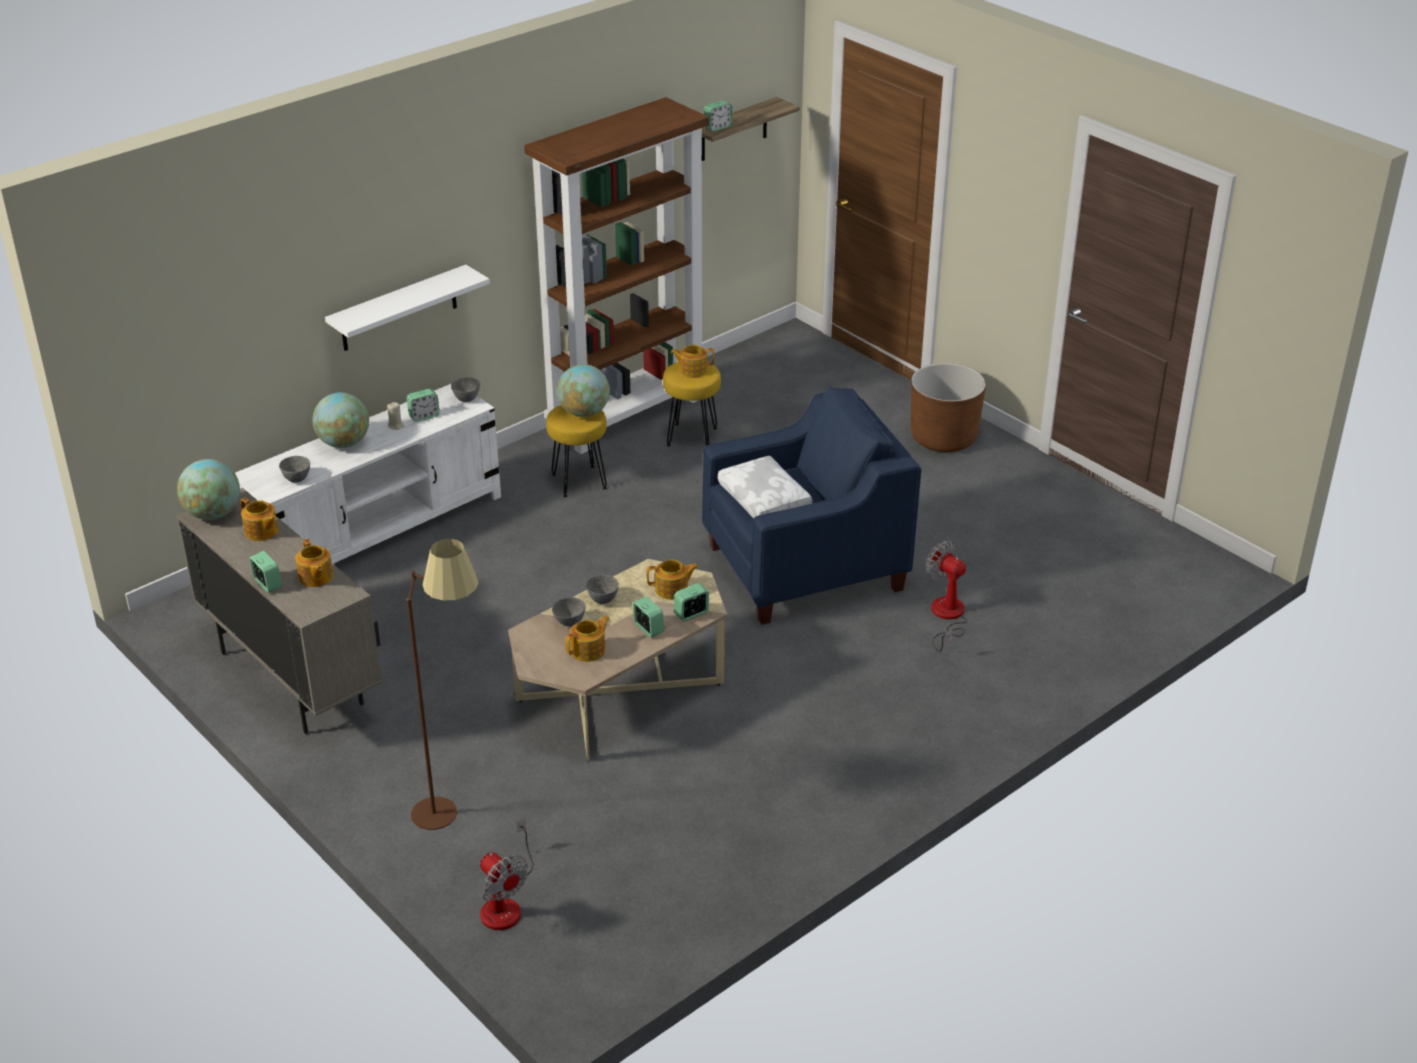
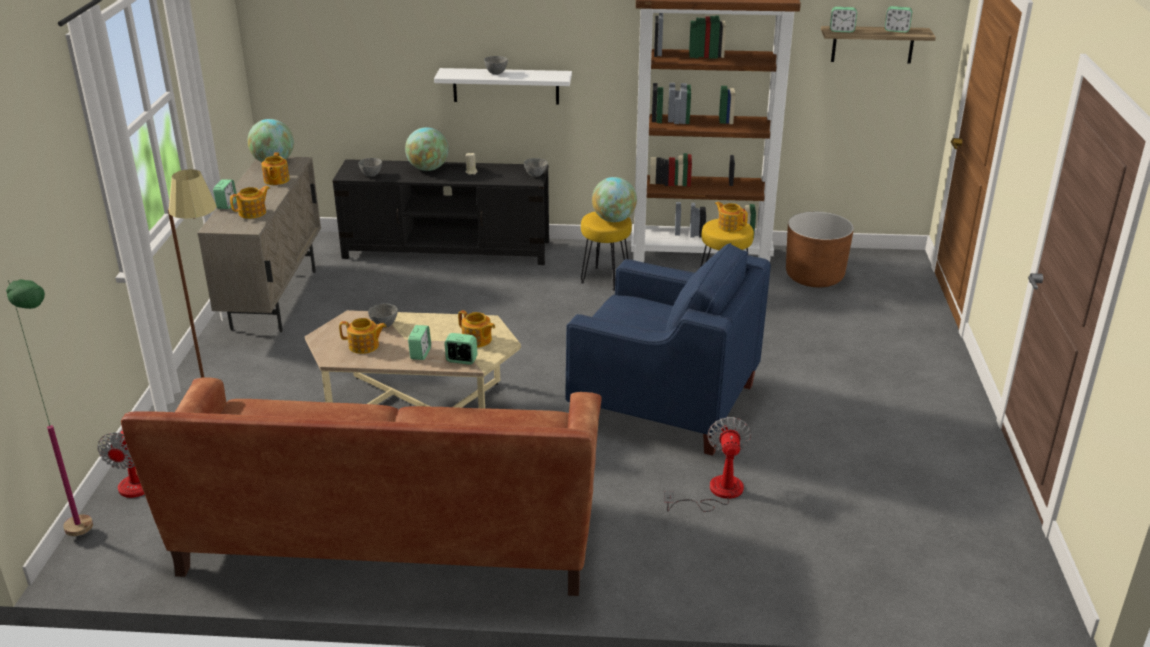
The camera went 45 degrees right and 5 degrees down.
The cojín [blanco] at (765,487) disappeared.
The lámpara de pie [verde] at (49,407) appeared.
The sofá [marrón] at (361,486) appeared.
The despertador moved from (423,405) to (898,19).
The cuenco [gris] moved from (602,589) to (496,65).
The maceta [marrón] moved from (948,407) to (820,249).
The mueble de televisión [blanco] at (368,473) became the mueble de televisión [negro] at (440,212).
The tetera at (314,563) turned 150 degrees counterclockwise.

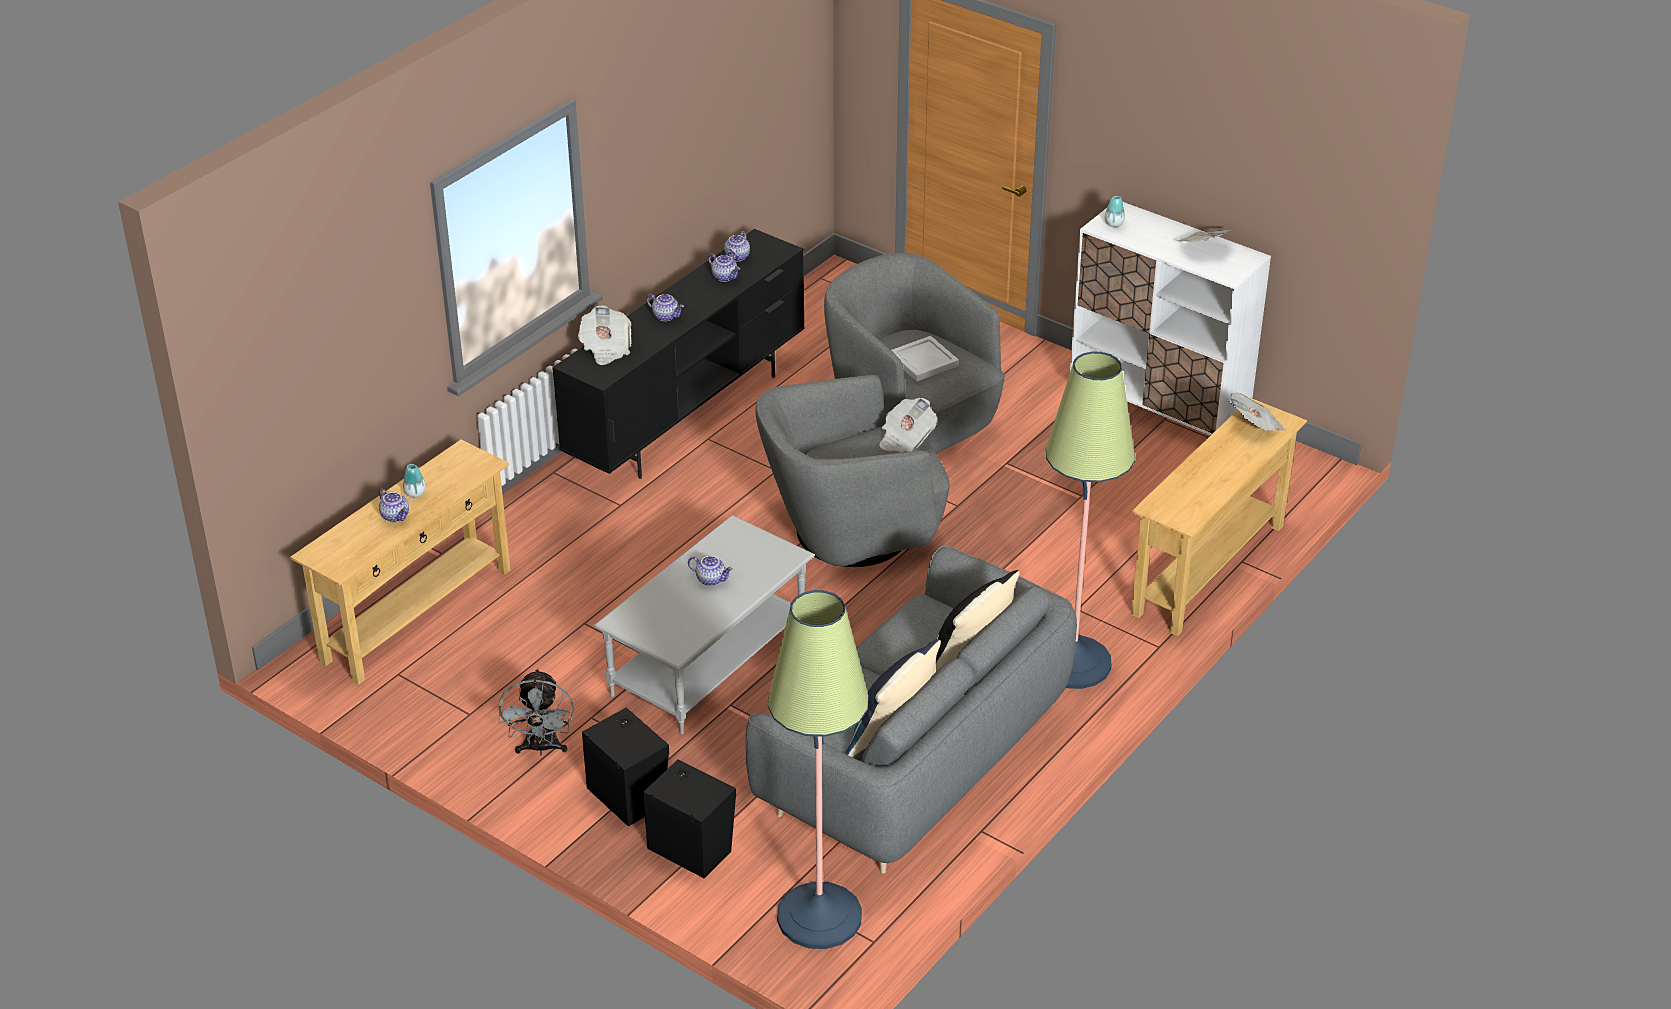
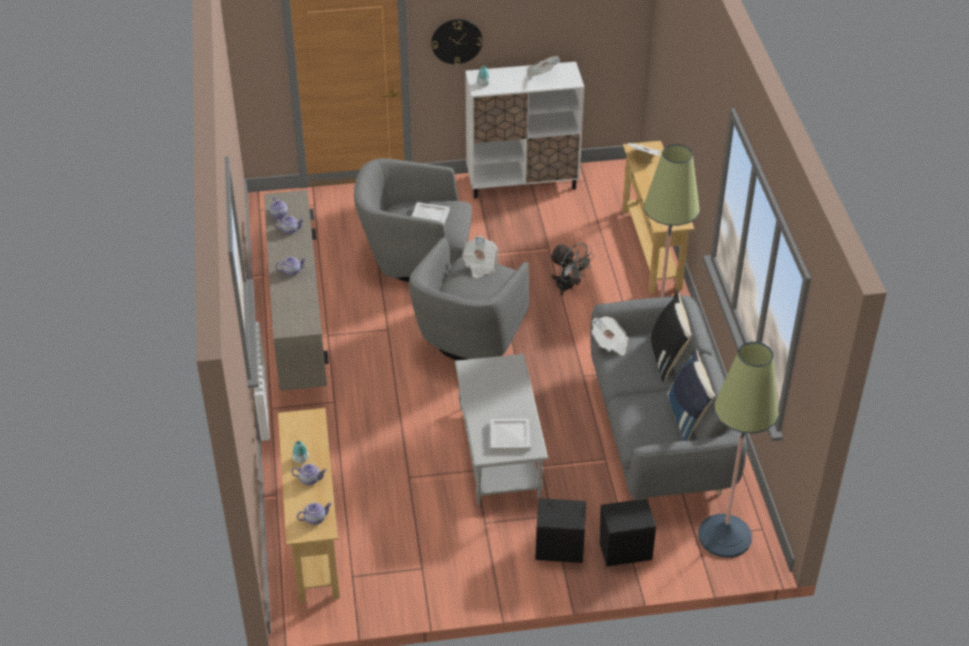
The camera went 45 degrees left and 5 degrees up.
The reloj de pared at (457,42) appeared.
The bandeja [blanco] at (510,435) appeared.
The ventilador [gris] moved from (536,711) to (572,269).
The periódico moved from (604,335) to (610,335).
The tetera moved from (710,571) to (314,513).
The mueble de televisión [negro] at (678,354) became the mueble de televisión [beis] at (296,290).

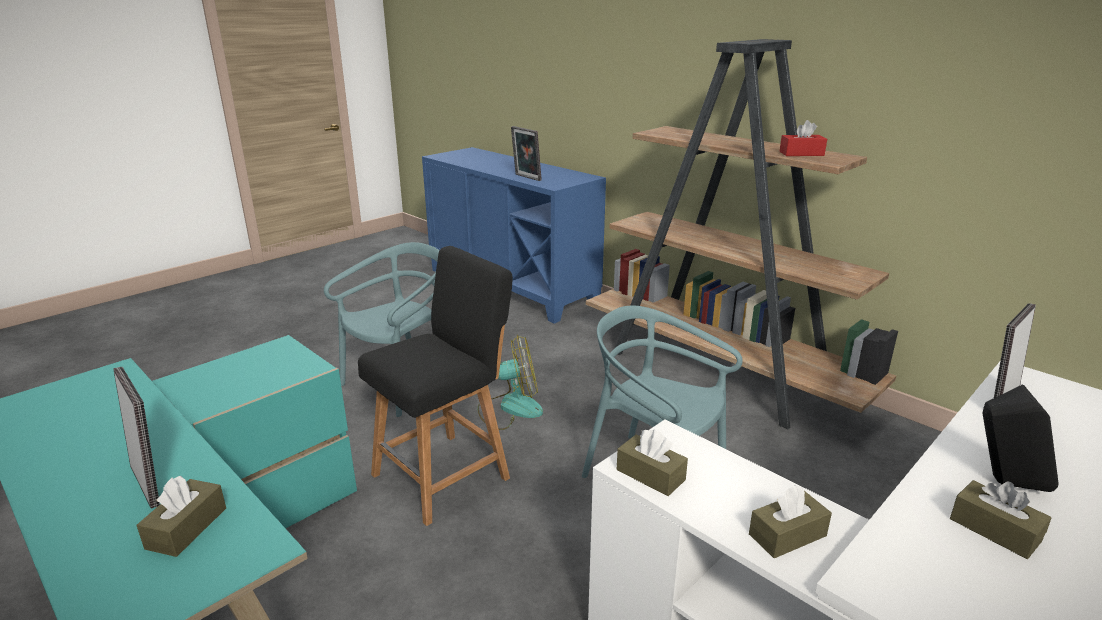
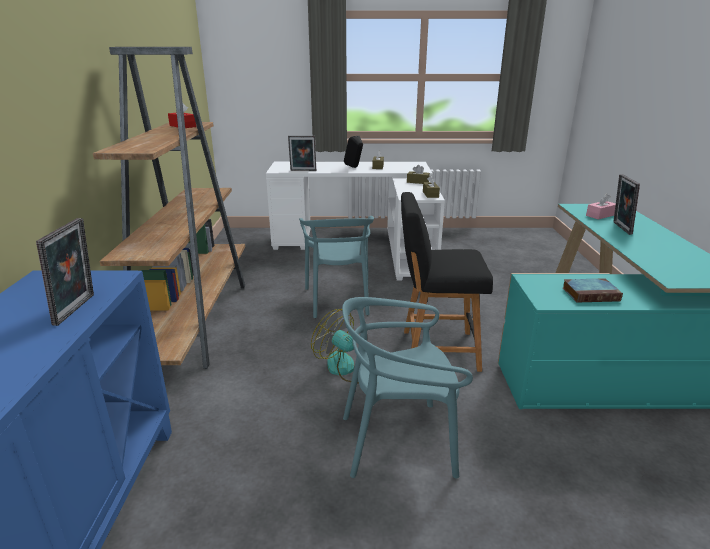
The camera went 135 degrees left and 0 degrees up.
The libro at (593,290) appeared.
The caja de pañuelos [marrón] at (181,516) became the caja de pañuelos [rosa] at (601,206).

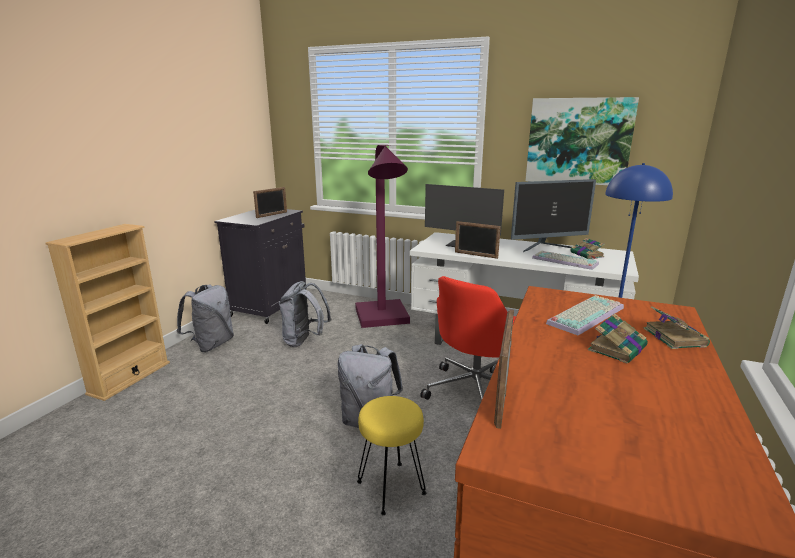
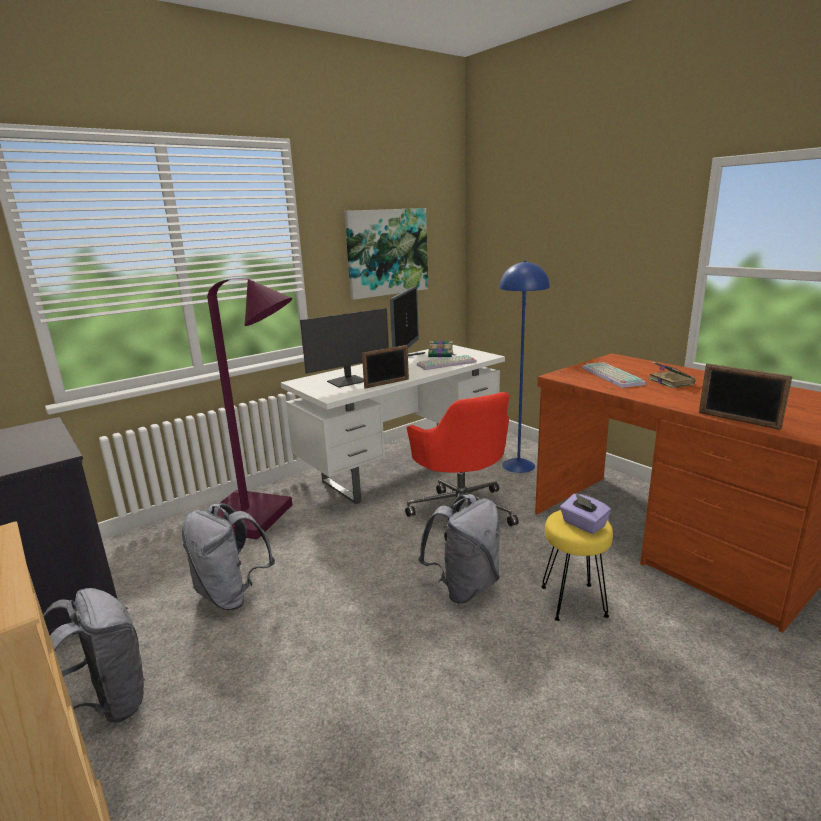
The camera went 60 degrees left and 0 degrees up.
The portarretratos at (270,202) disappeared.
The libro at (676,327) disappeared.
The caja de pañuelos [morado] at (585,514) appeared.

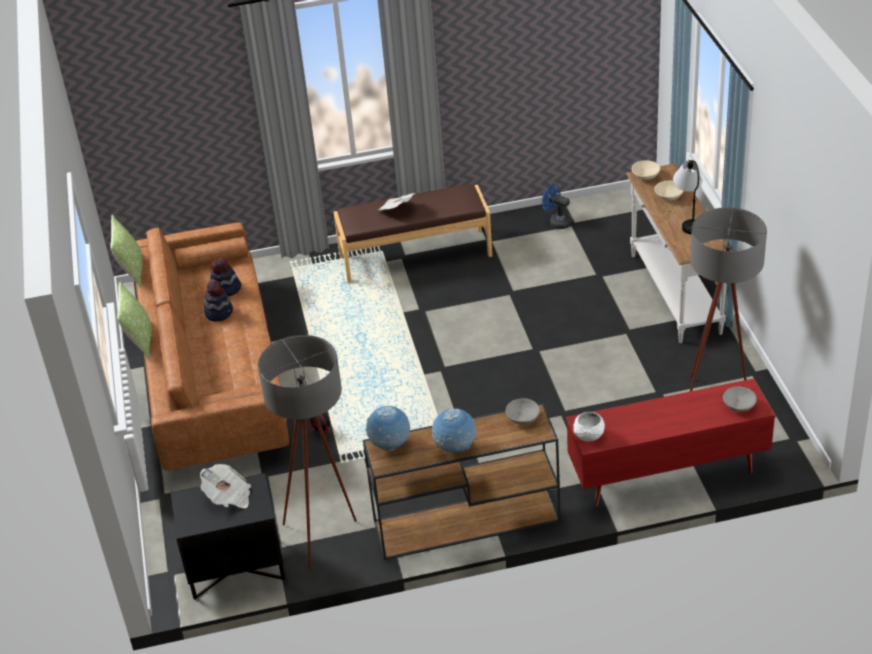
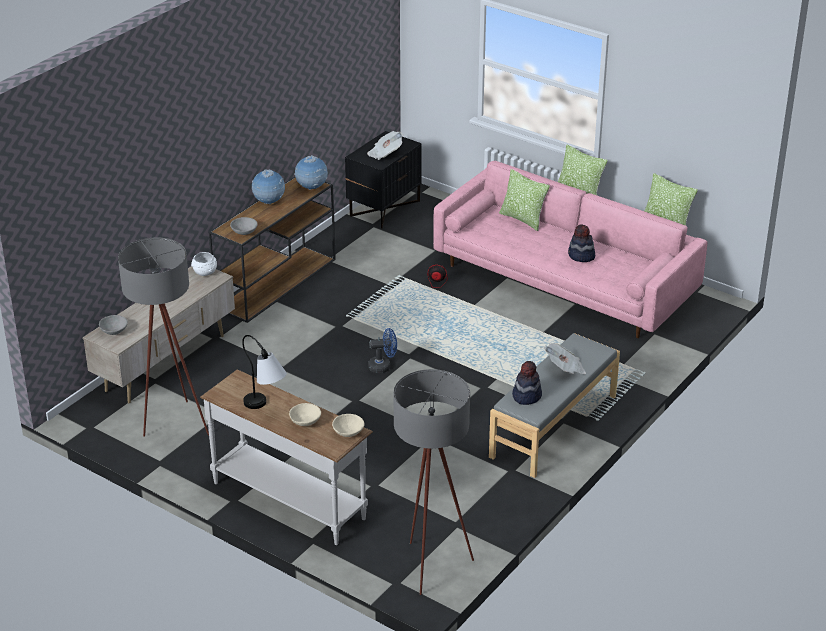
The camera went 135 degrees right and 5 degrees down.
The cojín at (524,200) appeared.
The sombrero moved from (225,277) to (527,383).
The lámpara de pie [gris] moved from (307,453) to (433,482).
The ventilador [azul] moved from (557,206) to (382,350).
The sofá [marrón] at (212,346) became the sofá [rosa] at (570,249).
The banco [marrón] at (413,234) became the banco [gris] at (554,405).
The mueble de televisión [rojo] at (670,442) became the mueble de televisión [beis] at (159,334).

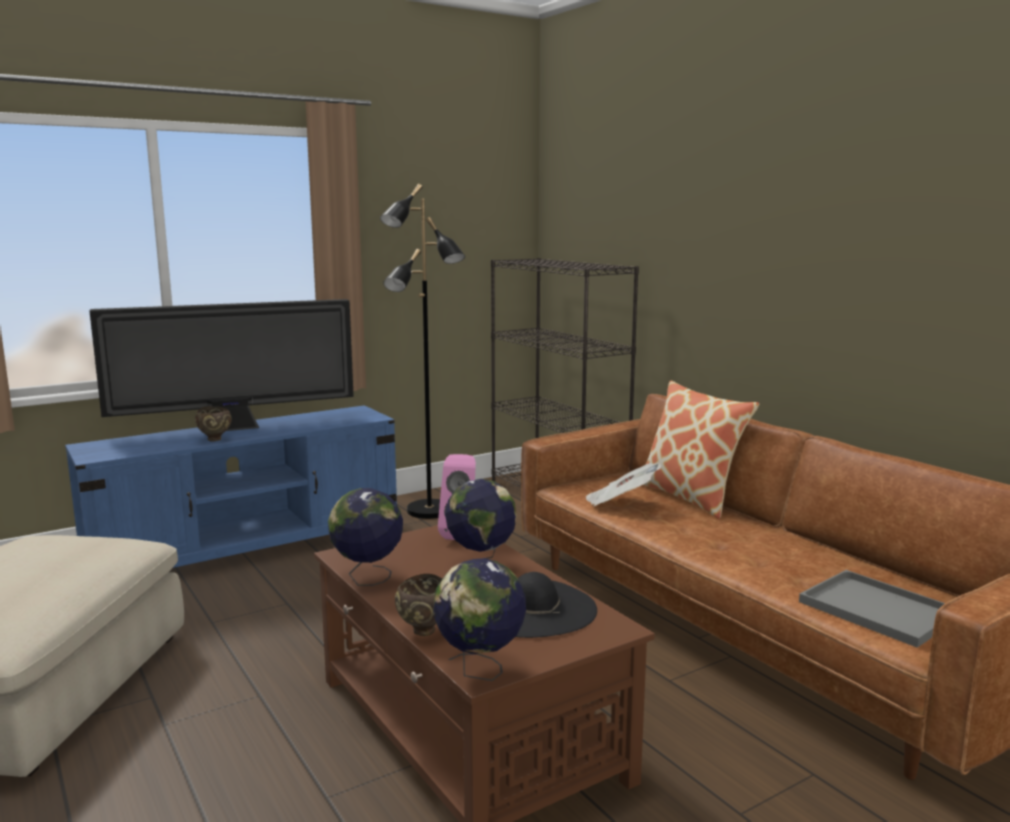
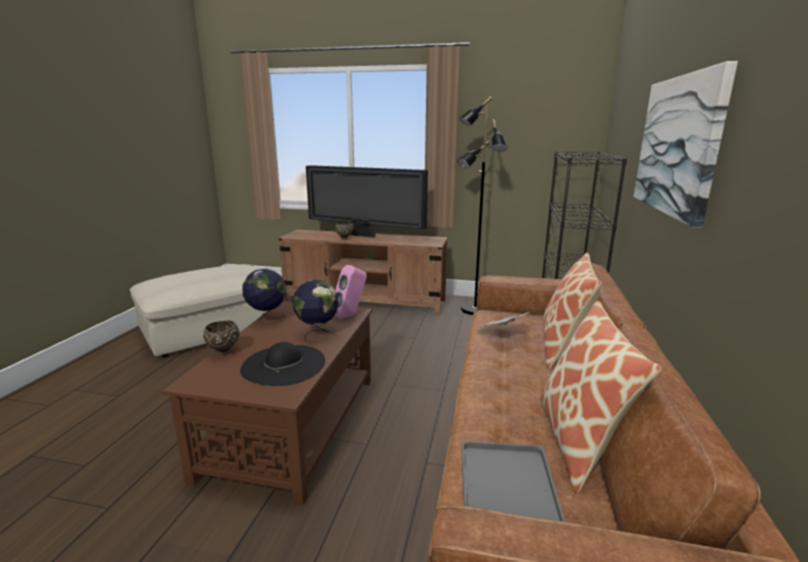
The camera went 45 degrees right and 5 degrees up.
The globo terráqueo at (479,619) disappeared.
The cojín at (601,397) appeared.
The cuadro at (686,144) appeared.
The mueble de televisión [azul] at (231,486) became the mueble de televisión [marrón] at (363,272).

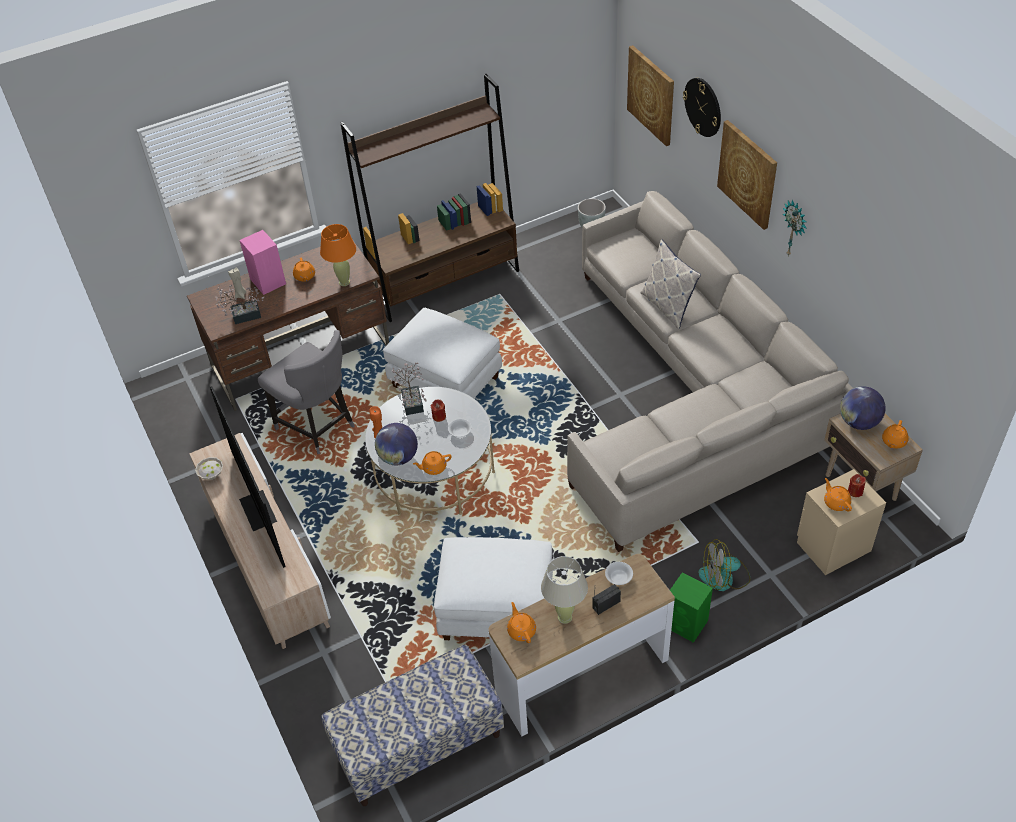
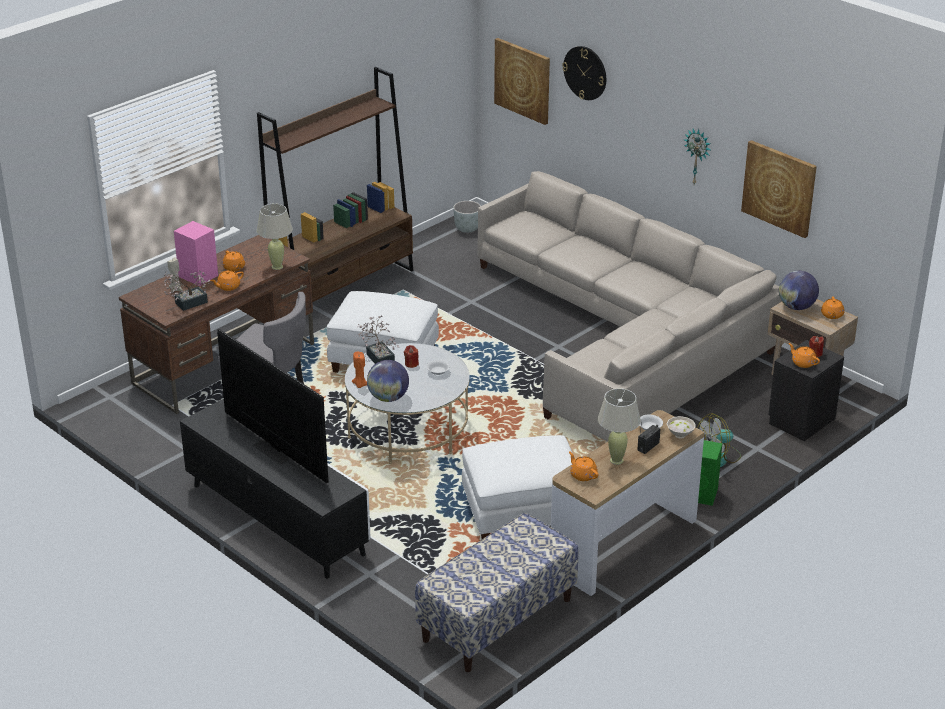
The camera went 20 degrees left and 15 degrees down.
The cojín at (670,284) disappeared.
The cuenco [blanco] moved from (209,468) to (681,427).
The tetera [naranja] moved from (432,463) to (227,280).
The cuadro moved from (747,175) to (779,189).
The mueble de televisión [beis] at (260,541) became the mueble de televisión [negro] at (275,489).
The lámpara de mesa [naranja] at (338,255) became the lámpara de mesa [beis] at (274,237).
The mesita de noche [beis] at (841,522) became the mesita de noche [negro] at (806,390).

